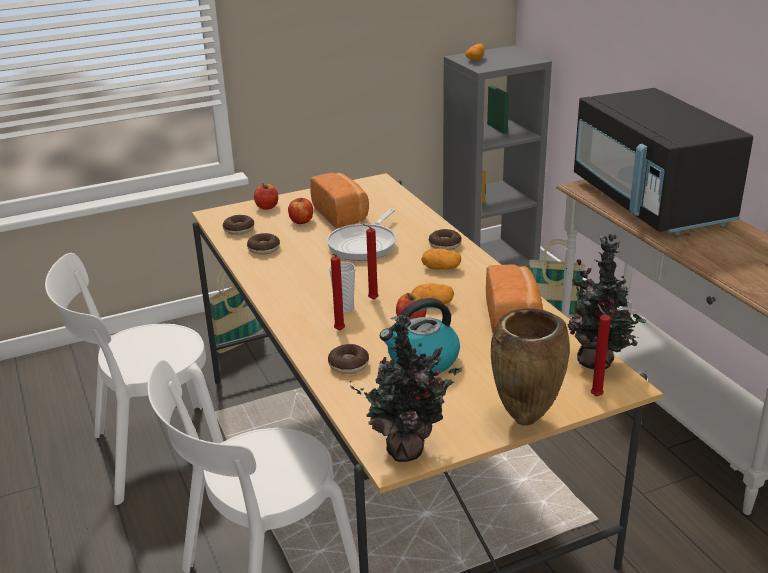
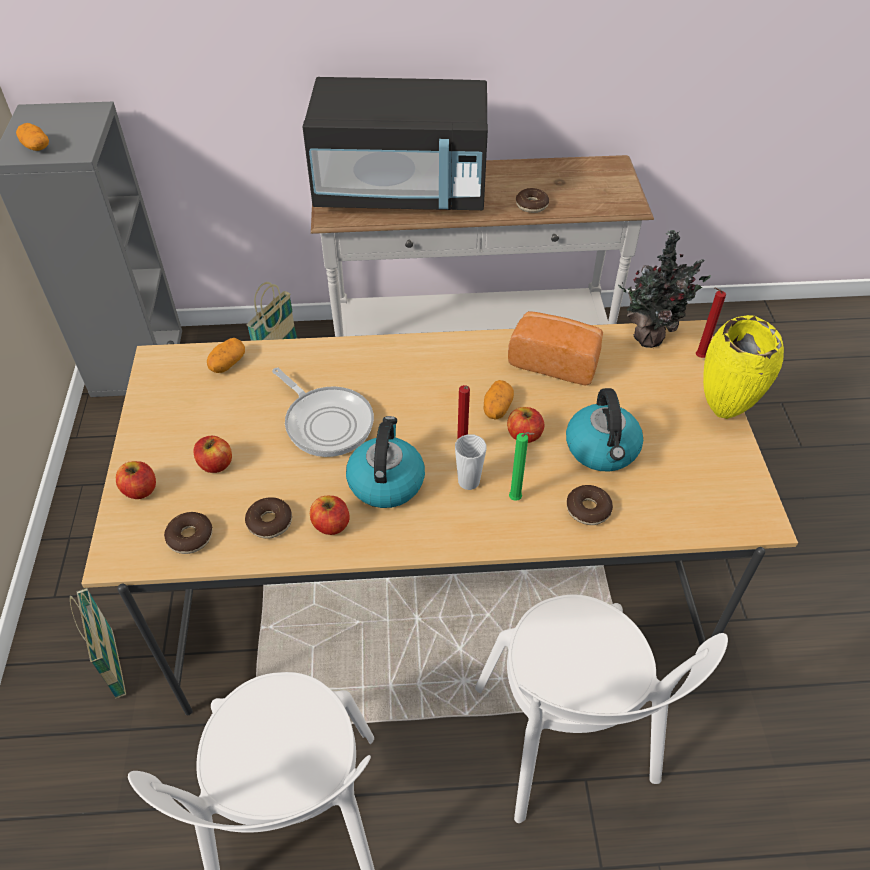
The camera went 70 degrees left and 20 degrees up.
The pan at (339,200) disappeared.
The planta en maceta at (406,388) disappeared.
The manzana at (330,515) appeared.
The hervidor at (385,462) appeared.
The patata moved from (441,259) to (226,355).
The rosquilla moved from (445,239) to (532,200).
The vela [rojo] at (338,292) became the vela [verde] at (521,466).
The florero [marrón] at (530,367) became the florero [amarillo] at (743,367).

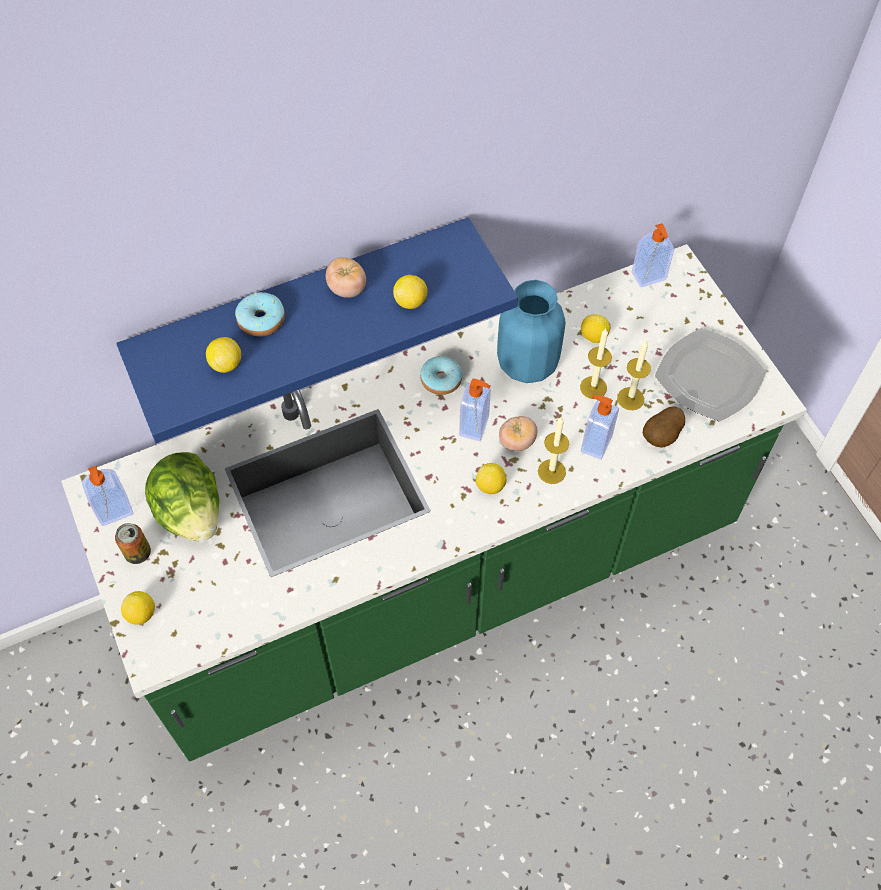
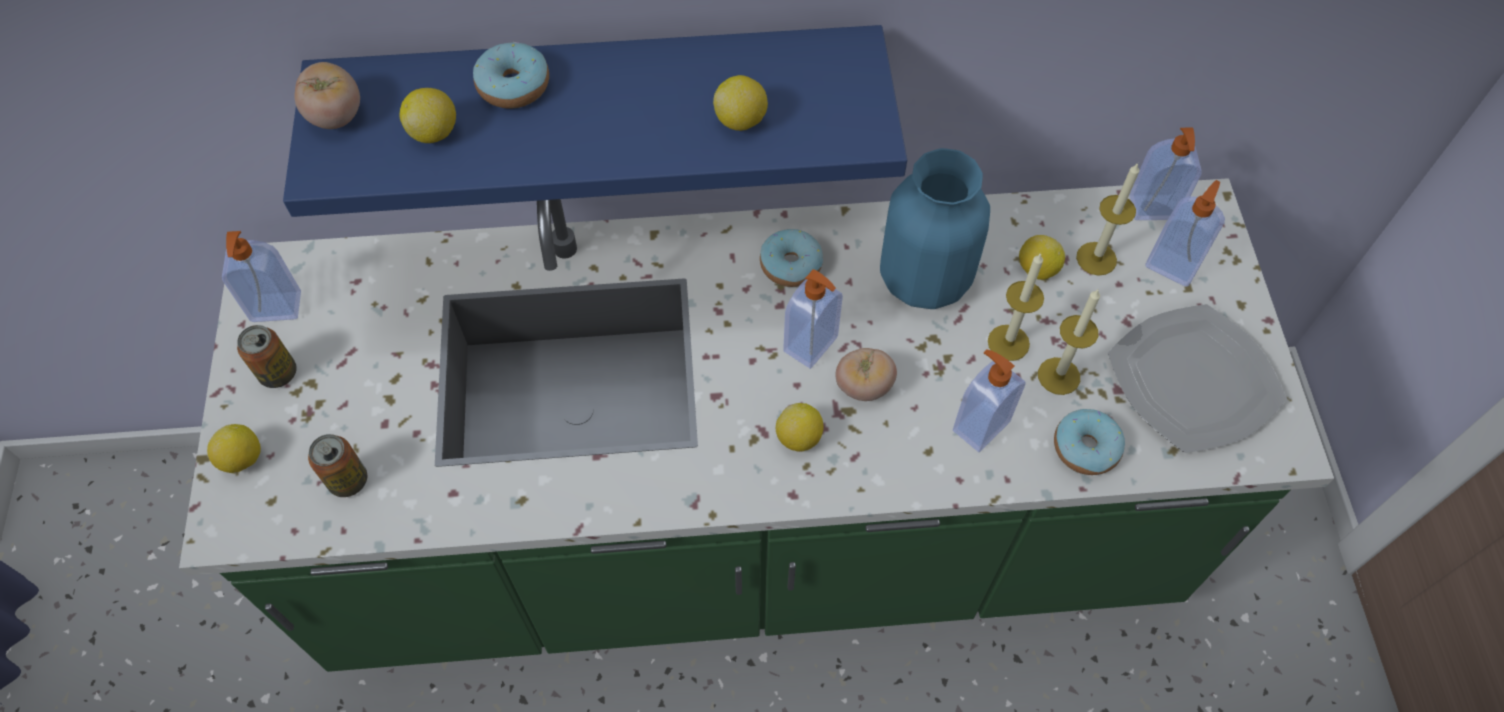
The camera went 20 degrees right and 0 degrees up.
The lechuga at (182,496) disappeared.
The lata at (337,465) appeared.
The dispensador de jabón at (1185,233) appeared.
The tomate moved from (346,277) to (327,95).
The vela moved from (553,450) to (1107,219).
The patata at (664,427) was replaced by the rosquilla at (1089,442).

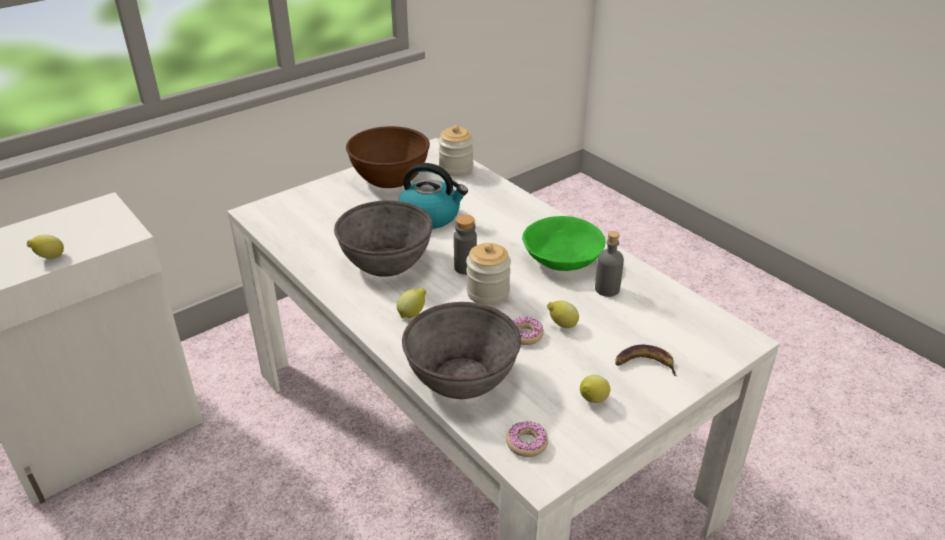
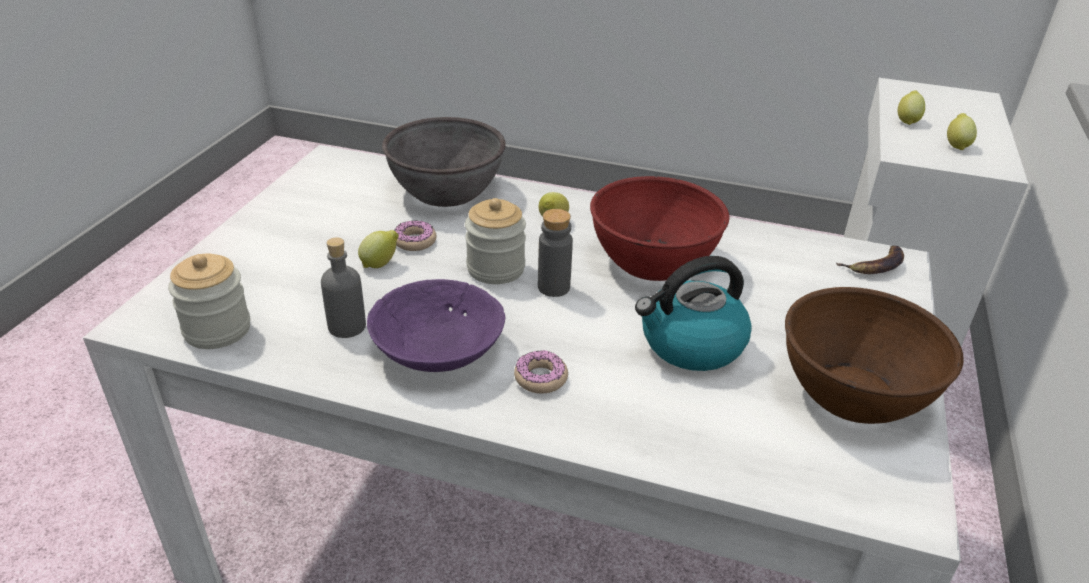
The camera went 145 degrees right and 0 degrees up.
The tarro moved from (456,150) to (209,301).
The rosquilla moved from (527,439) to (541,372).
The limón moved from (595,389) to (962,131).
The plátano moved from (646,360) to (870,259).
The cuenco [gris] at (383,238) became the cuenco [rojo] at (659,228).
The cuenco [verde] at (564,243) became the cuenco [morado] at (436,325).

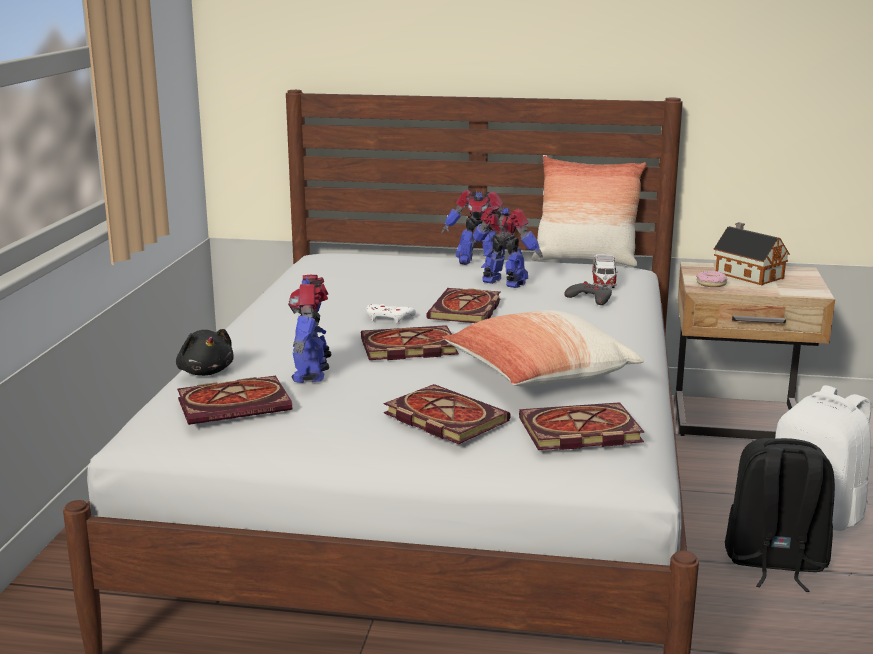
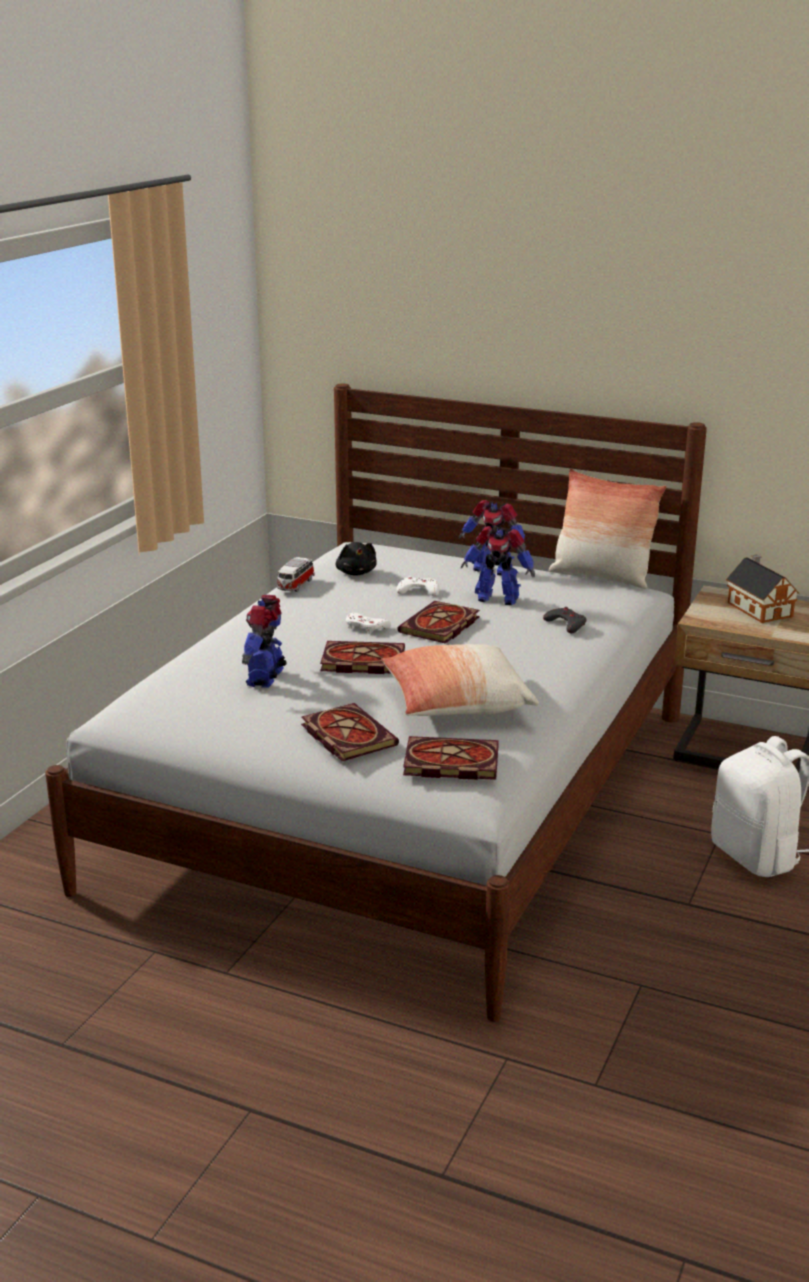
The camera went 15 degrees right and 5 degrees up.
The libro at (234,400) disappeared.
The rosquilla at (711,279) disappeared.
The mochila [negro] at (780,515) disappeared.
The mando de consola [blanco] at (417,586) appeared.
The peluche [negro] moved from (205,352) to (356,559).
The coche de juguete moved from (605,271) to (296,574).
The robot de juguete at (507,247) turned 150 degrees clockwise.

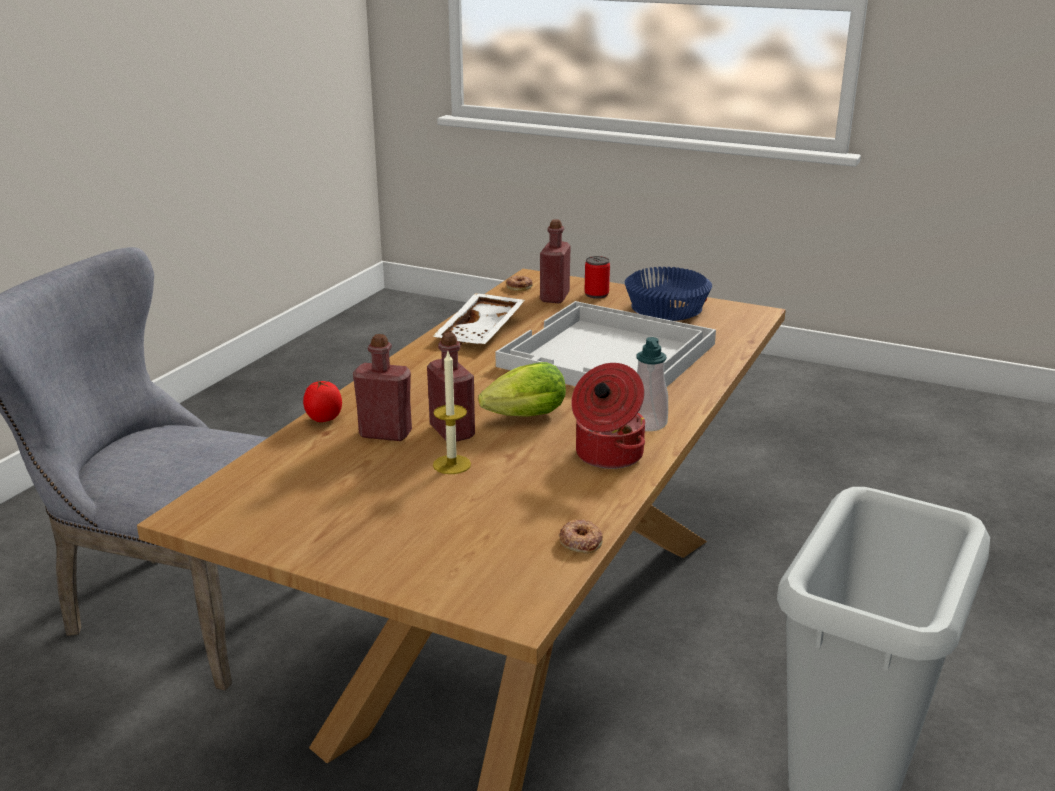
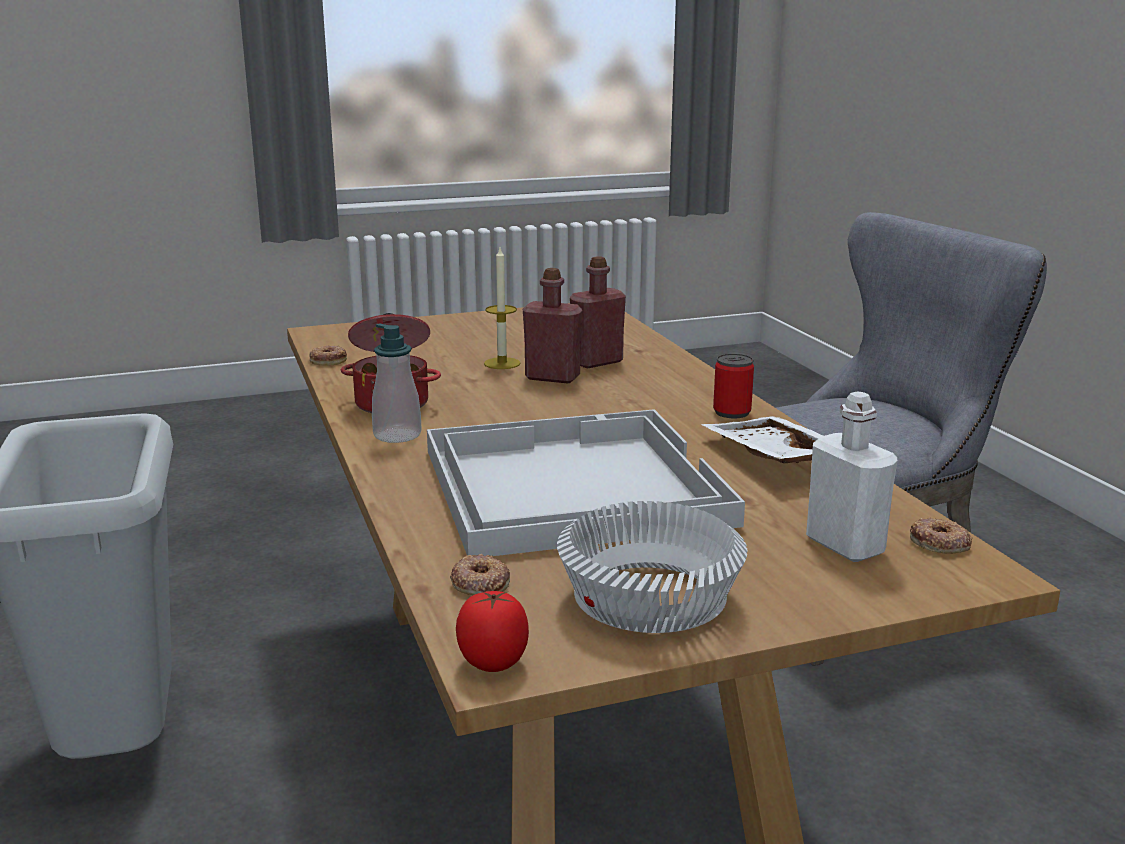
The camera went 135 degrees right and 5 degrees down.
The lechuga at (522,389) disappeared.
The rosquilla at (480,574) appeared.
The tomate moved from (322,401) to (492,631).
The lata moved from (597,277) to (733,386).
The botella [rojo] at (555,261) became the botella [blanco] at (852,476).
The cuenco [azul] at (668,294) became the cuenco [blanco] at (652,567).

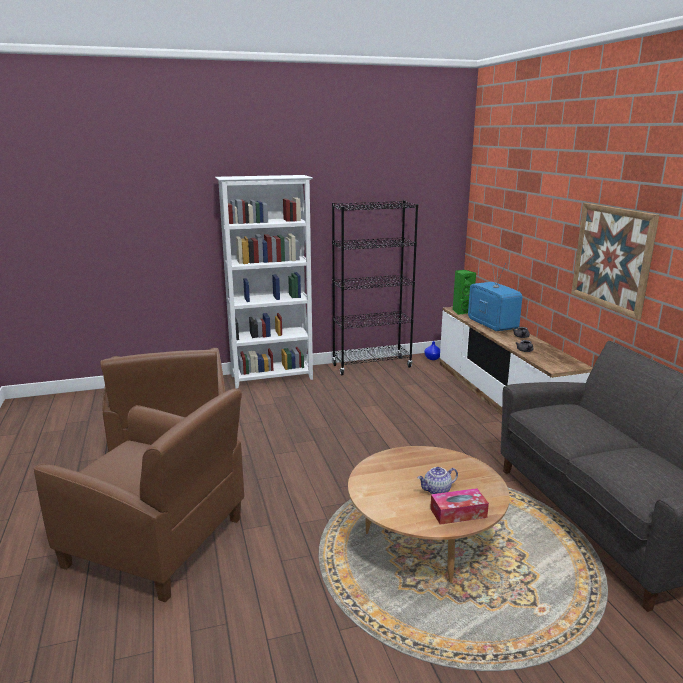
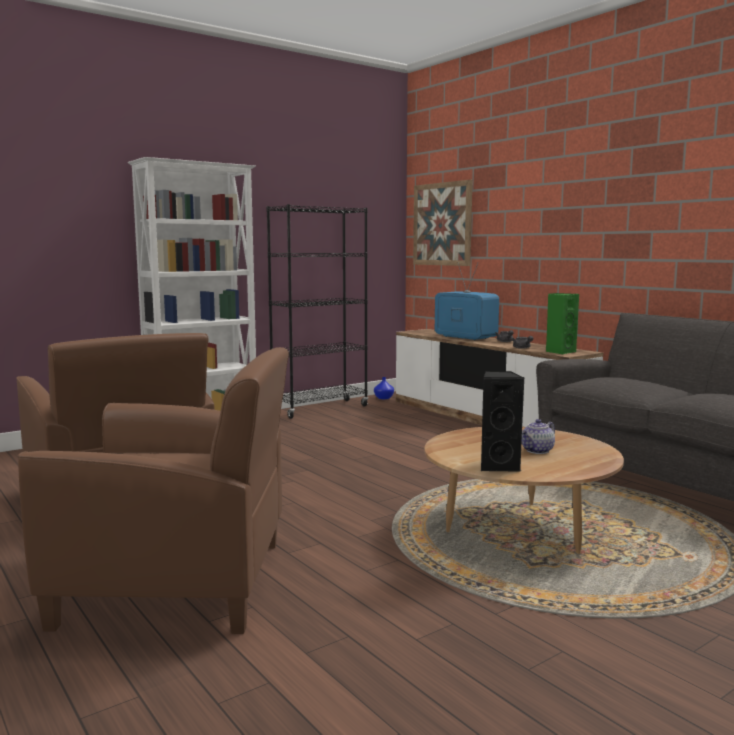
The camera went 20 degrees left and 10 degrees down.
The caja de pañuelos at (459,506) disappeared.
The altavoz [negro] at (502,421) appeared.
The altavoz [verde] moved from (464,292) to (562,323).
The cuadro moved from (615,261) to (442,223).

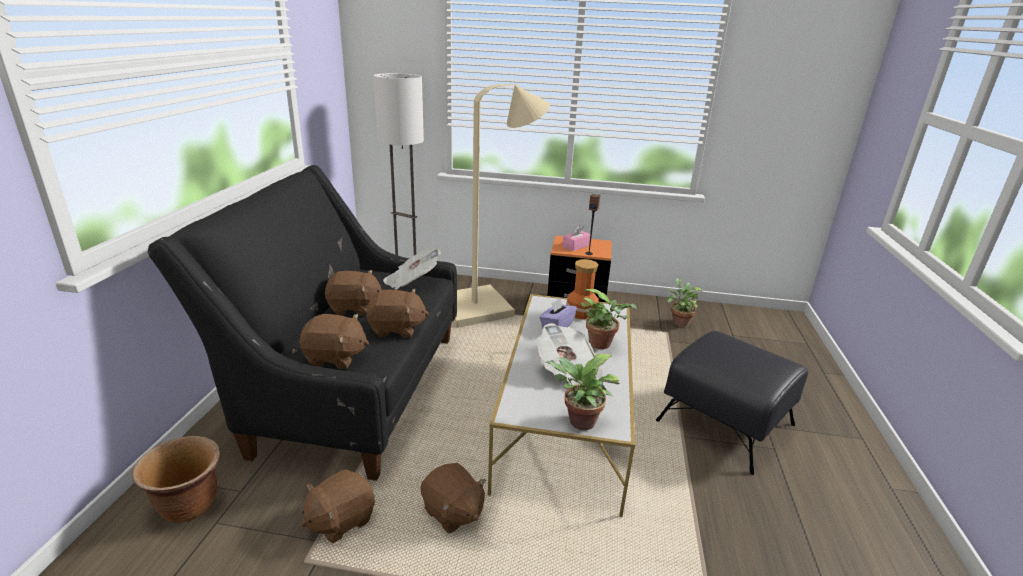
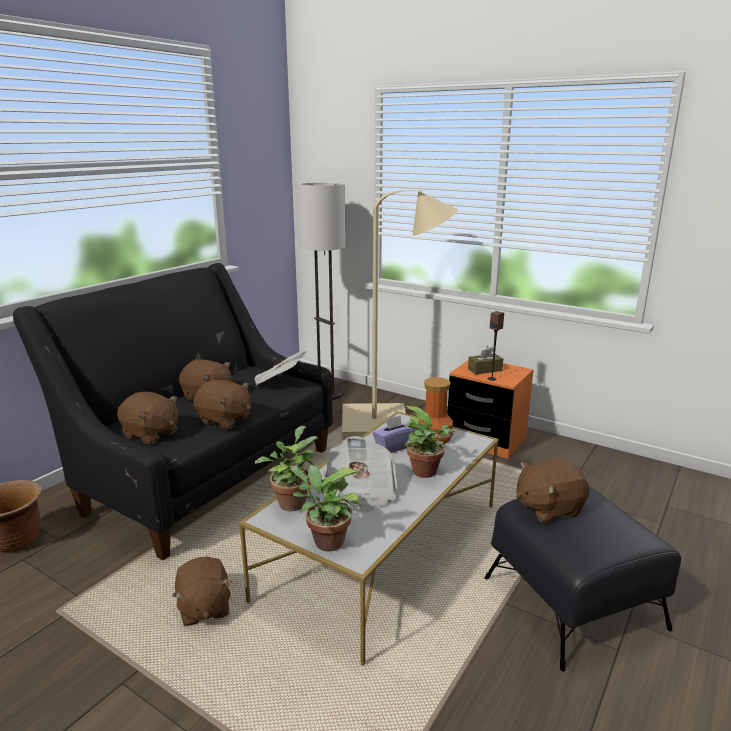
The camera went 25 degrees right and 5 degrees down.
The peluche [marrón] moved from (338,506) to (553,491).
The planta en maceta moved from (685,302) to (286,468).
The caja de pañuelos [rosa] at (576,238) became the caja de pañuelos [marrón] at (485,360).

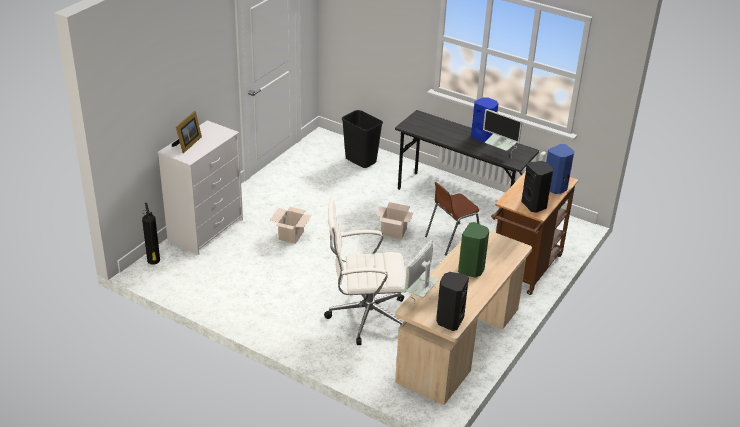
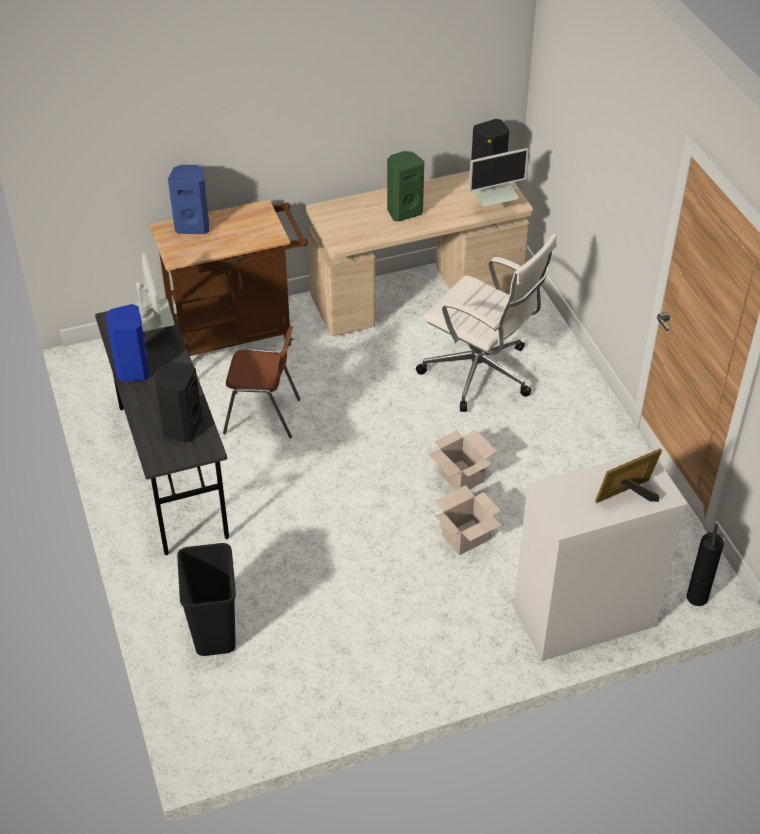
The camera went 140 degrees left and 10 degrees up.
The caja de cartón moved from (395,220) to (462,460).
The altavoz [negro] moved from (537,187) to (178,402).

